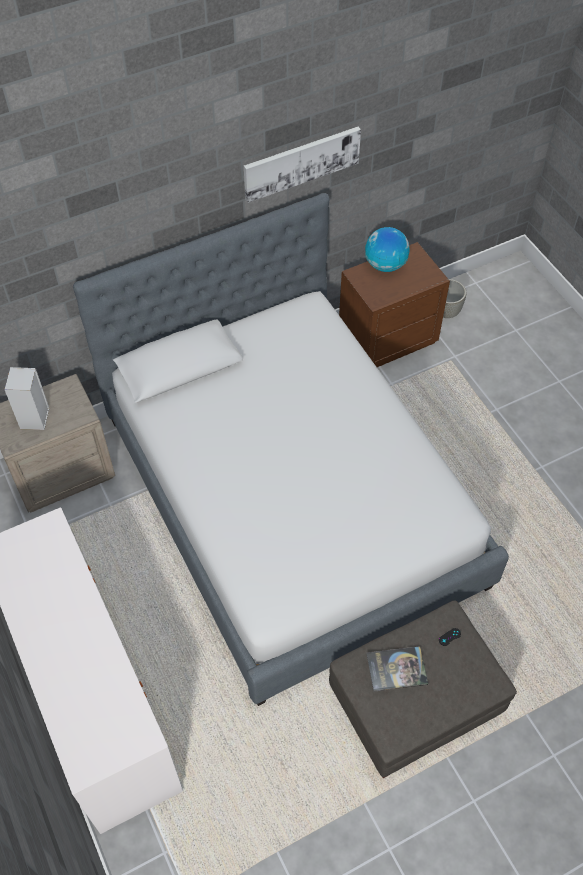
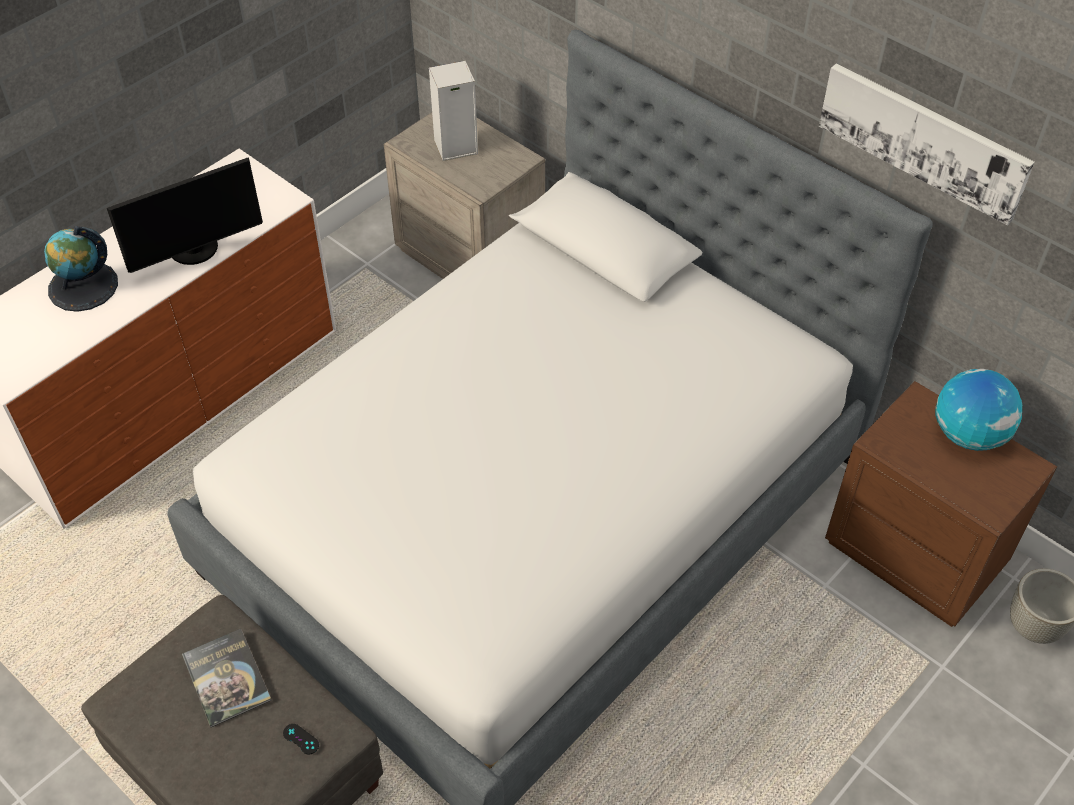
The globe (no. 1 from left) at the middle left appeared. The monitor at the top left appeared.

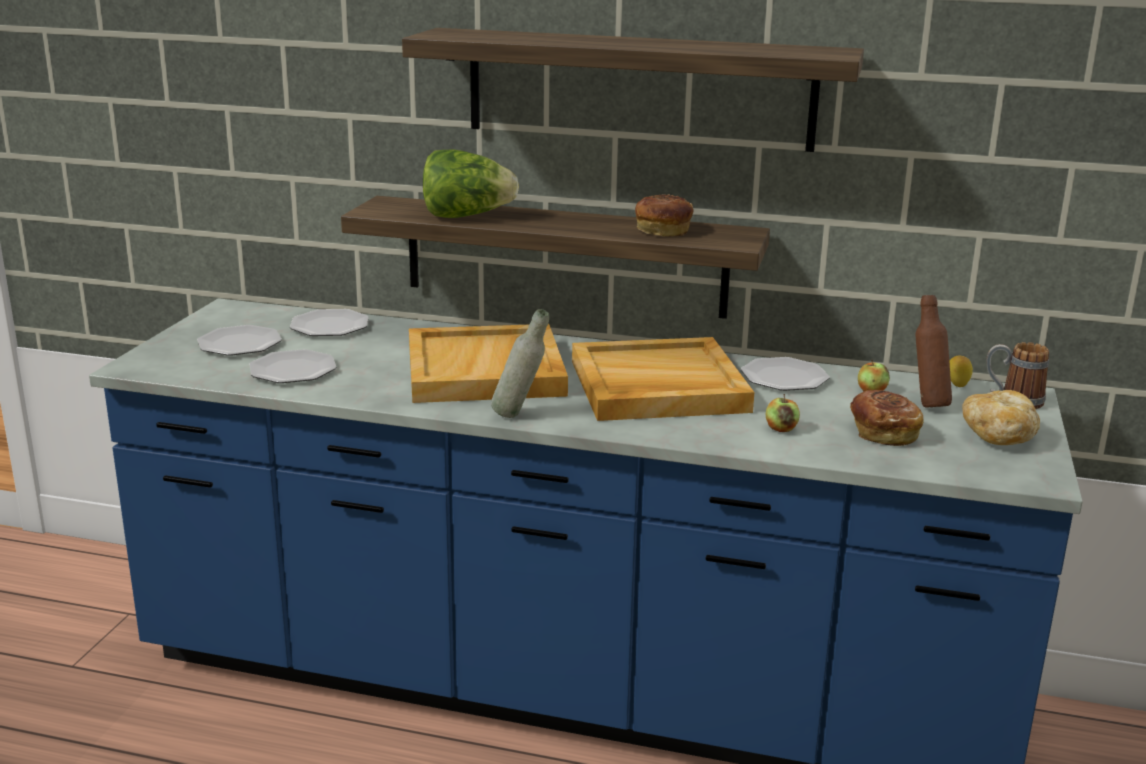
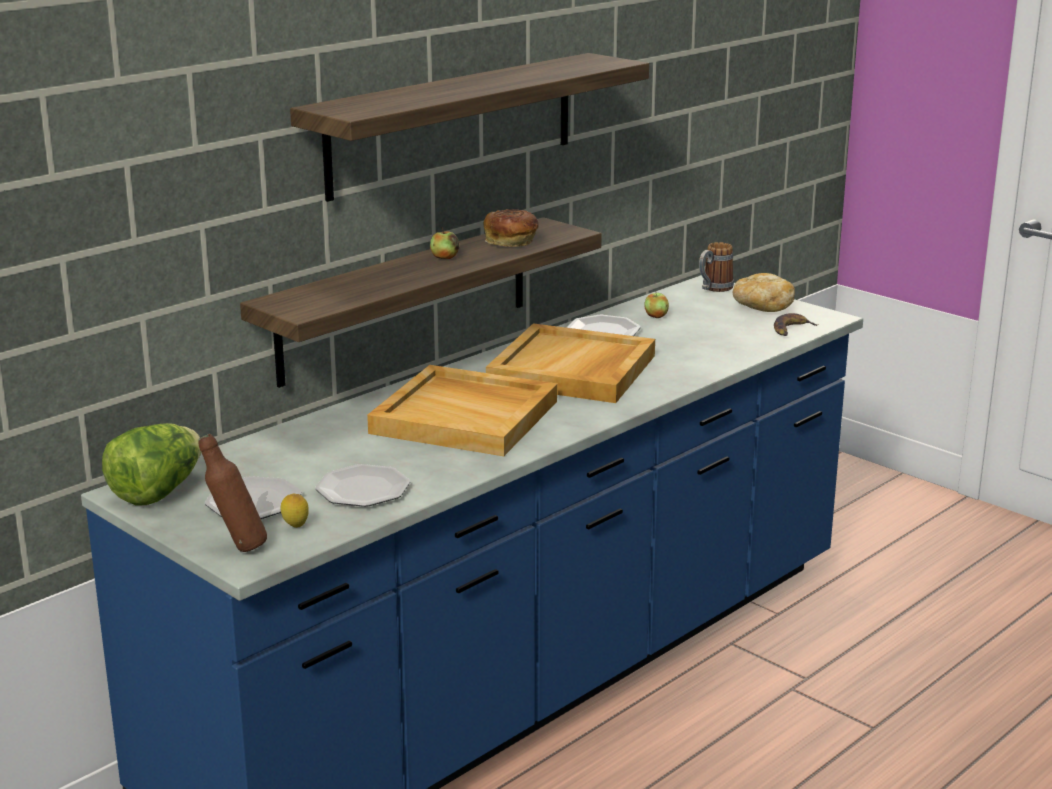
The lettuce moved from the top centre to the middle left. The brown_bottle moved from the middle right to the middle left. The lemon moved from the middle right to the middle left. The apple (no. 1 from left) moved from the middle right to the top centre. The banana at the middle right appeared. The plate (no. 3 from left) at the middle left disappeared. The grey_bottle at the centre disappeared. The bread (no. 2 from left) at the middle right disappeared.

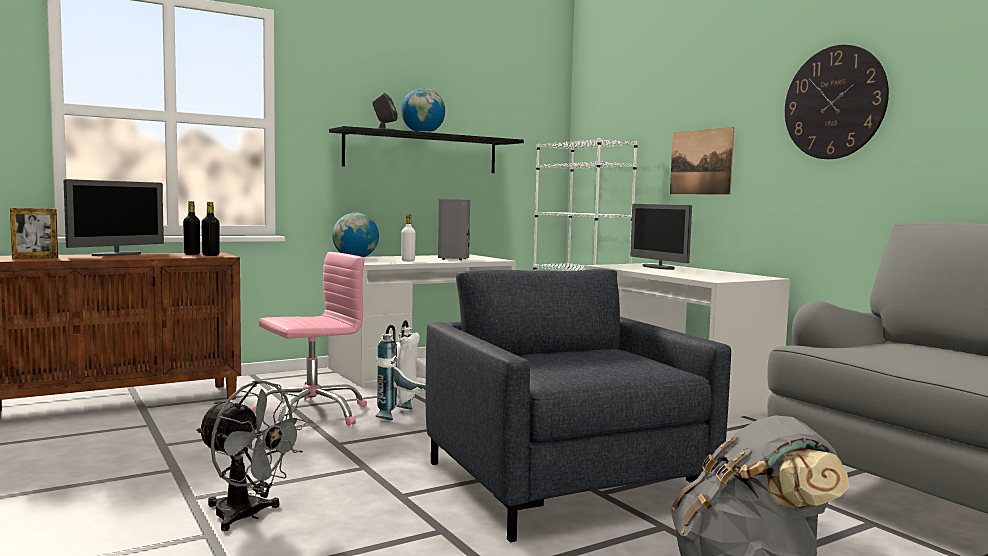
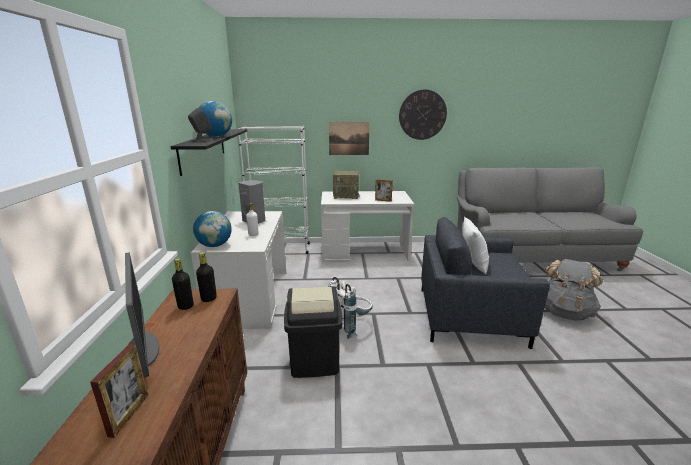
The pink_office_chair at the middle left was replaced by the black_trash_can at the bottom centre. The monitor (no. 2 from left) at the middle right was replaced by the radio at the centre. The picture_frame (no. 2 from left) at the centre appeared. The white_pillow at the middle right appeared. The grey_fan at the bottom left disappeared.

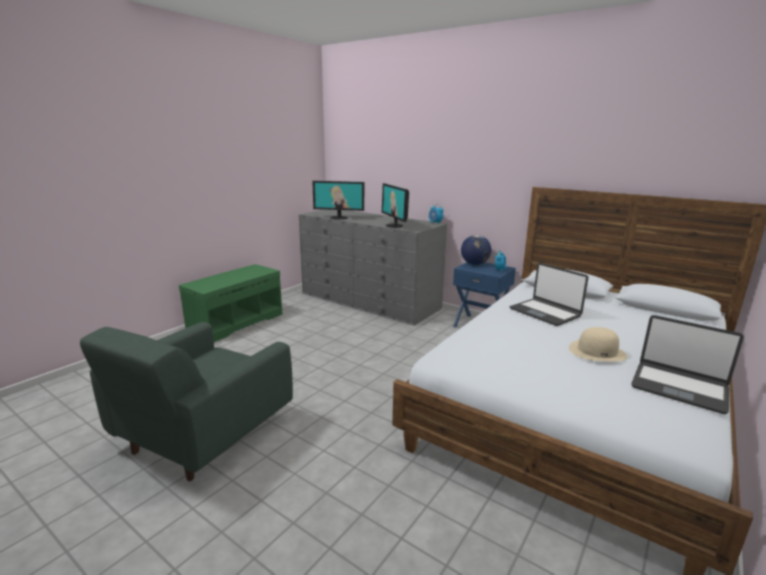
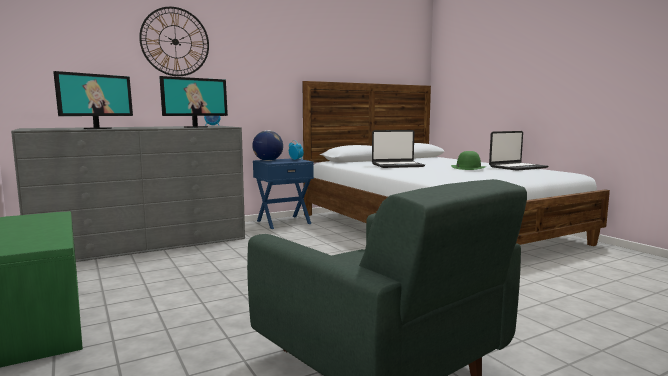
The wall_clock at the top left appeared. The monitor (no. 2 from left) at the centre turned 45 degrees counterclockwise. The beige_hat at the middle right became the green_hat at the middle right.

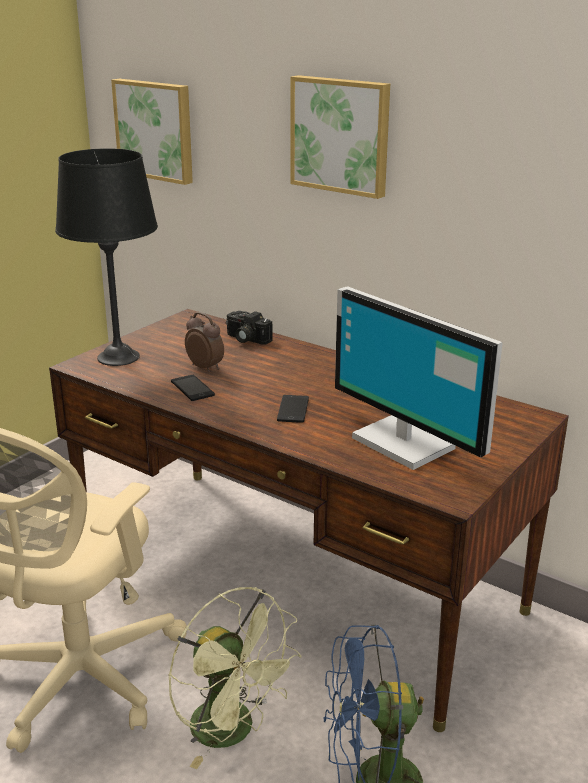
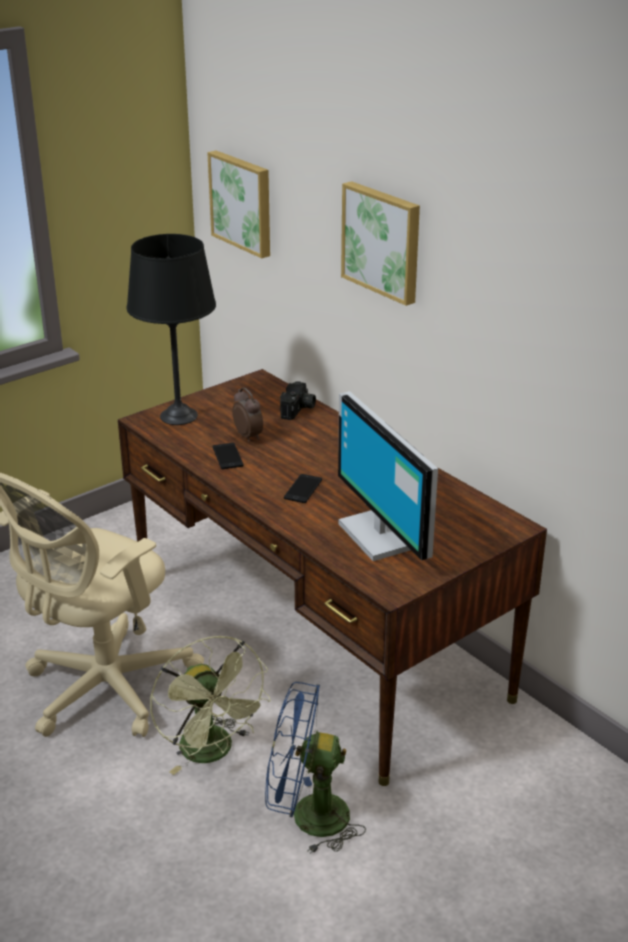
The photo_camera at the centre turned 120 degrees counterclockwise.

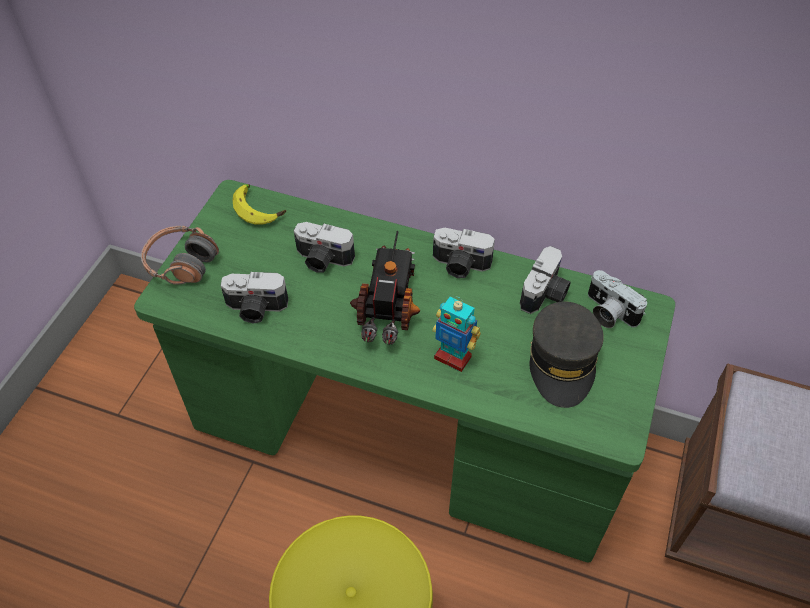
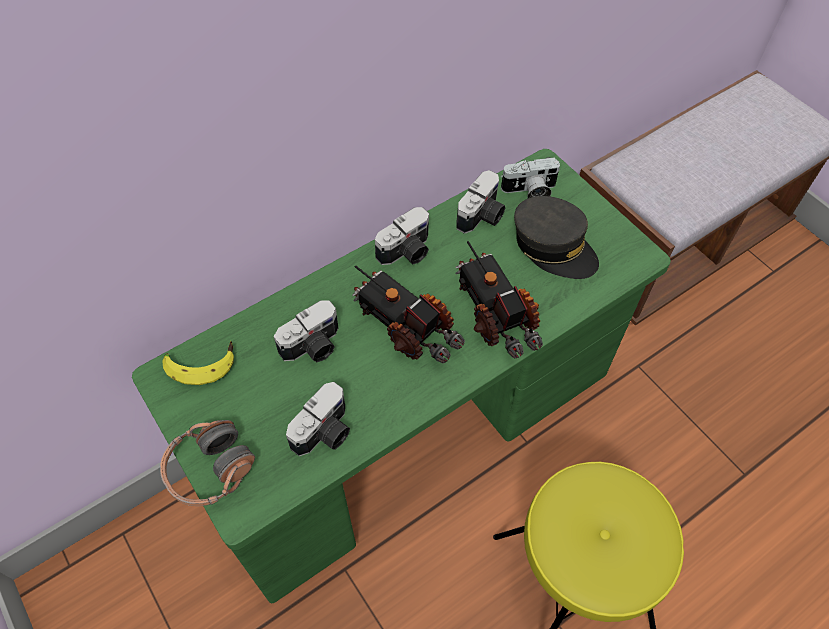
The toy_robot at the centre was replaced by the toy_truck (no. 2 from left) at the centre. The photo_camera (no. 4 from left) at the middle right turned 60 degrees clockwise.

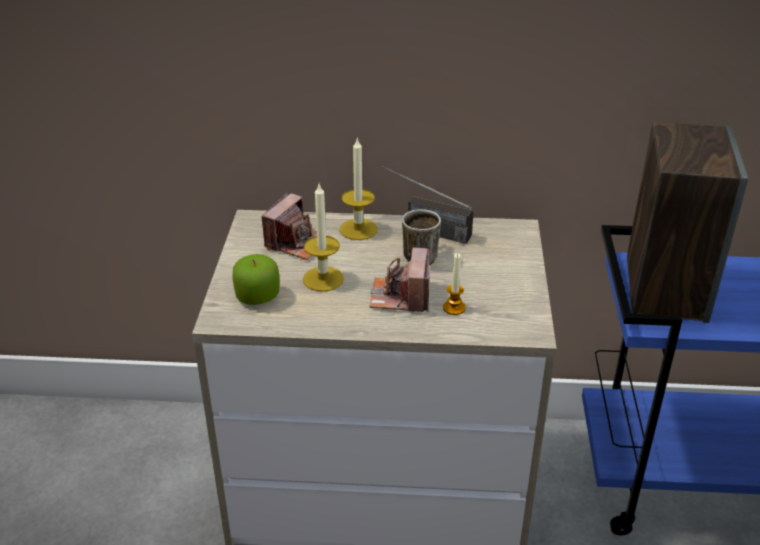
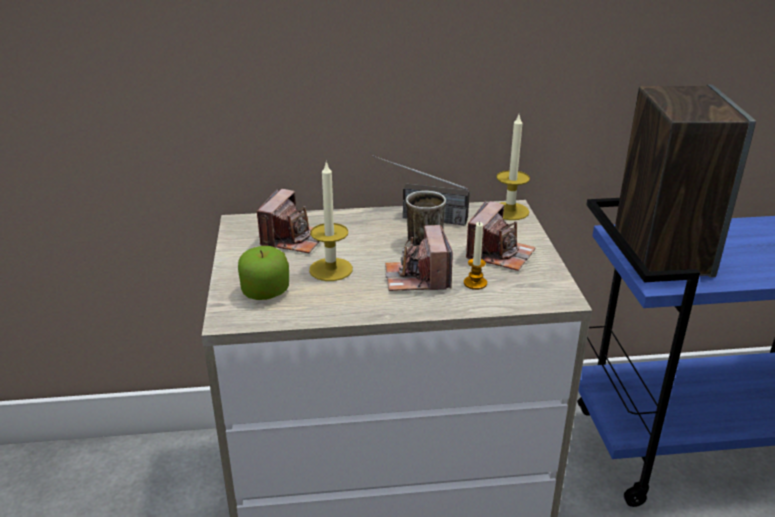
The photo_camera (no. 3 from left) at the centre appeared. The candle (no. 2 from left in the first image) moved from the centre to the top centre.

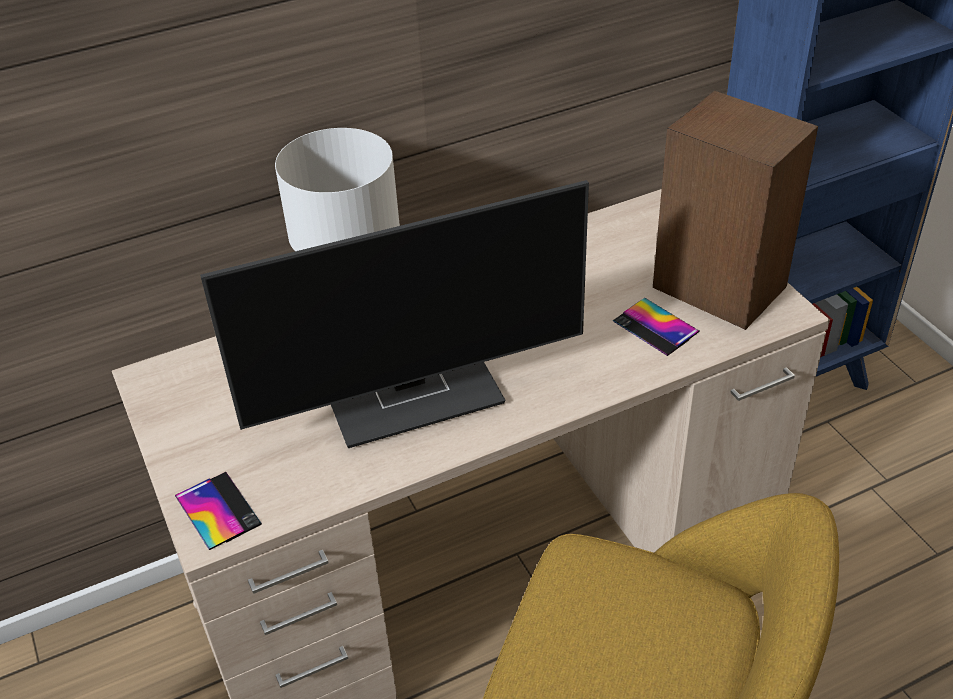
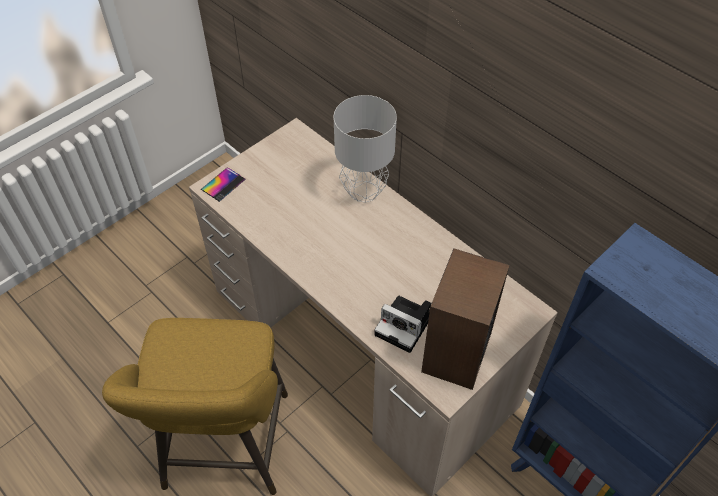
The phone (no. 2 from left) at the middle right was replaced by the photo_camera at the centre. The monitor at the centre disappeared.

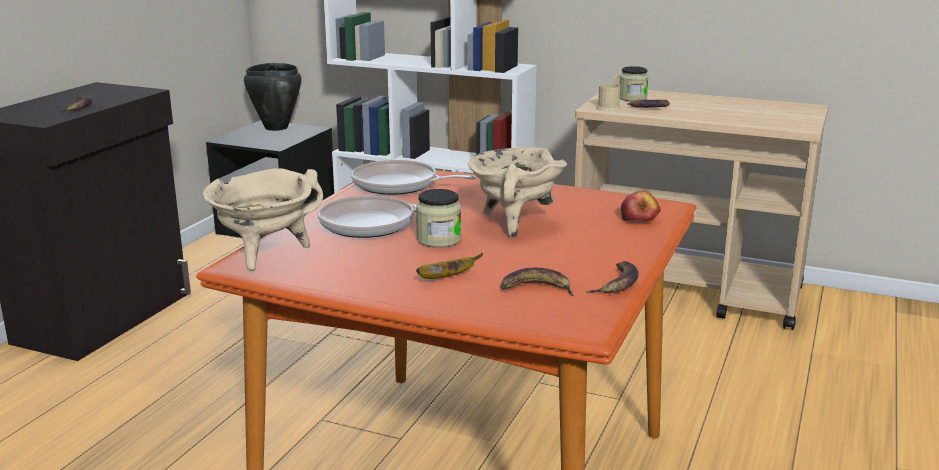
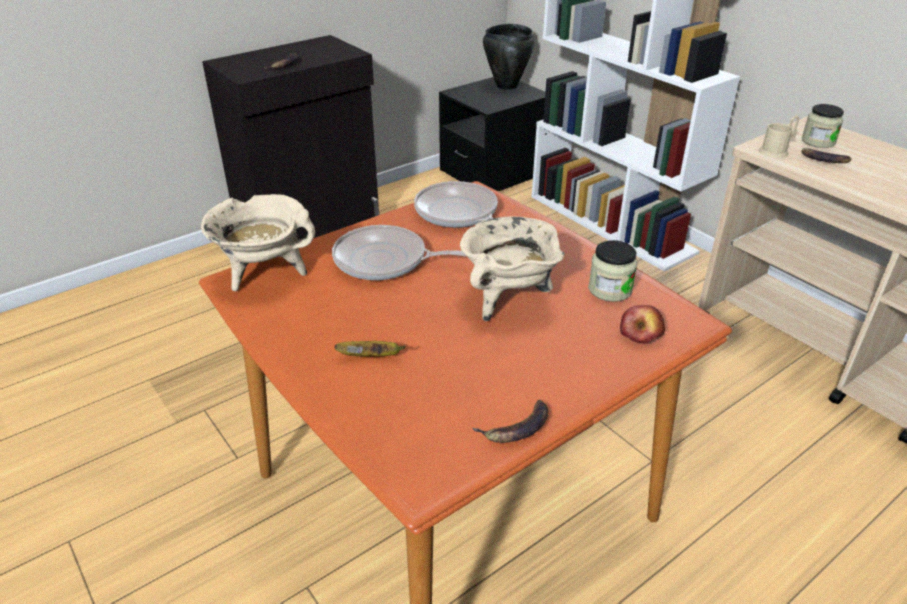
The jar (no. 1 from left) moved from the centre to the middle right. The banana (no. 3 from left) at the centre disappeared.

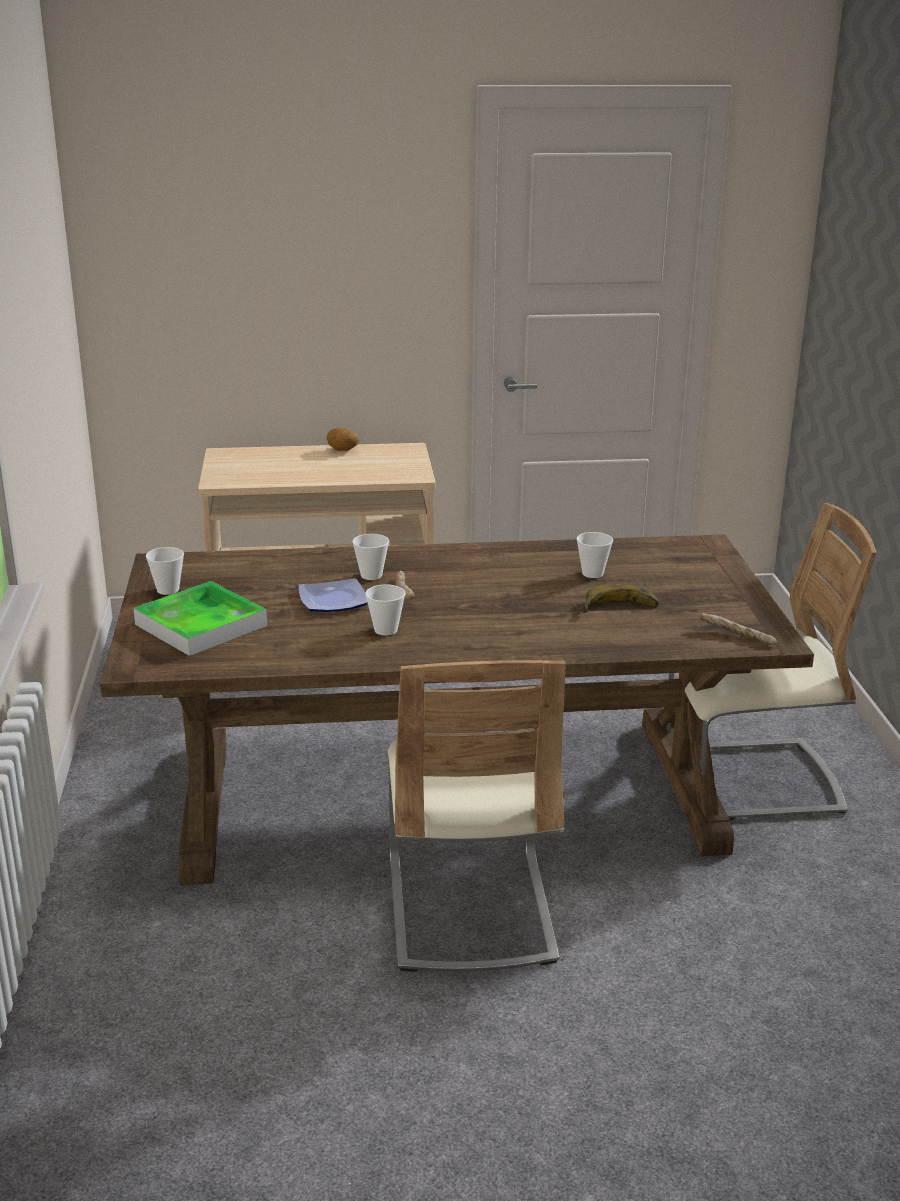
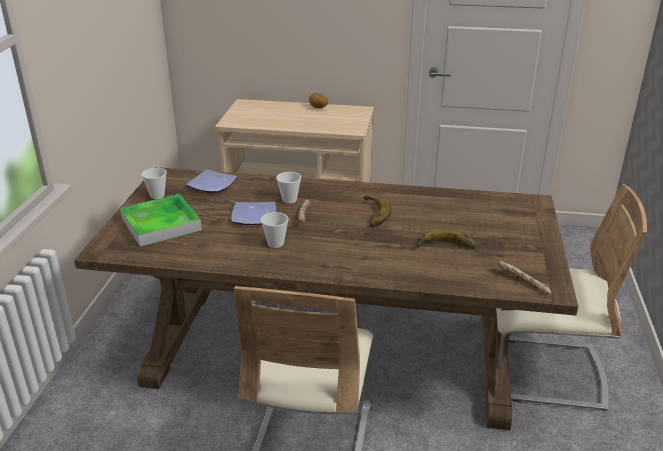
The plate (no. 1 from left) at the middle left appeared. The banana (no. 1 from left) at the centre appeared. The cup (no. 4 from left) at the centre disappeared.

